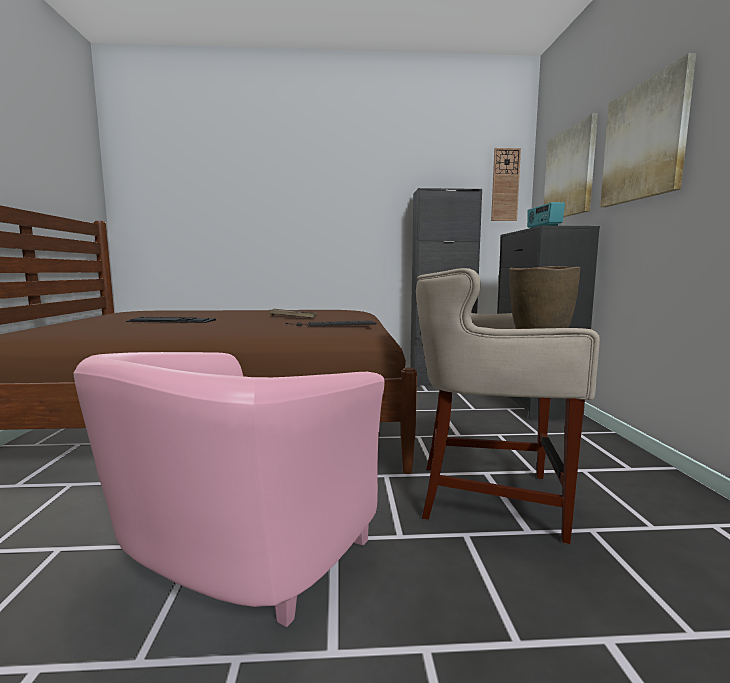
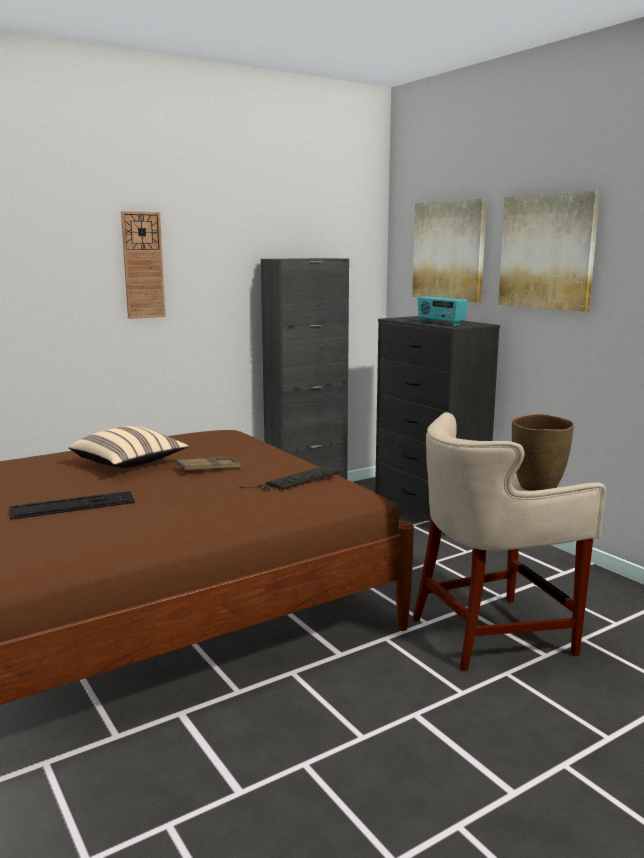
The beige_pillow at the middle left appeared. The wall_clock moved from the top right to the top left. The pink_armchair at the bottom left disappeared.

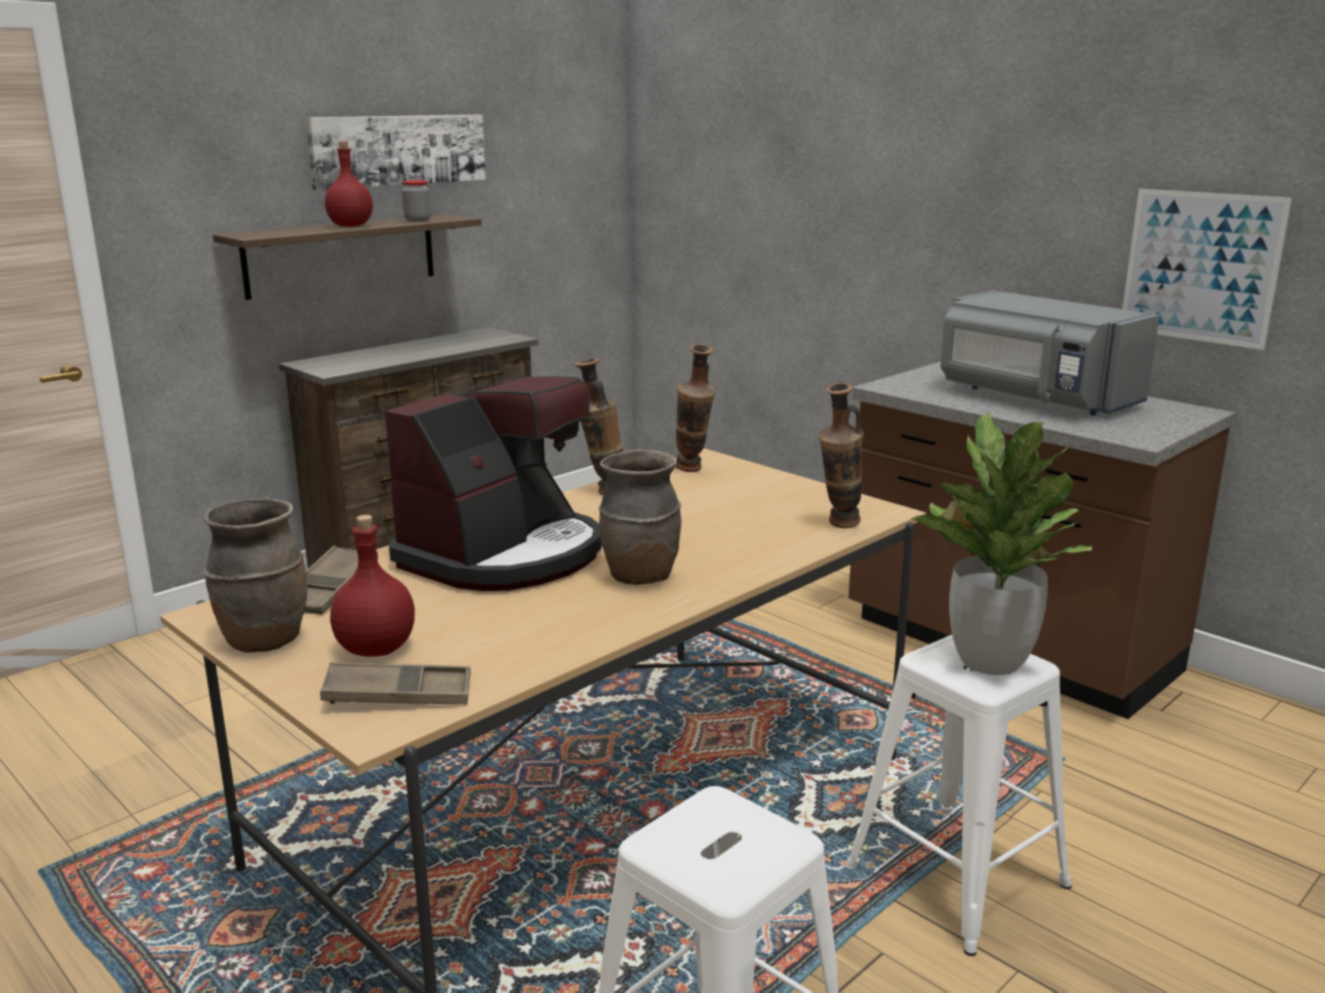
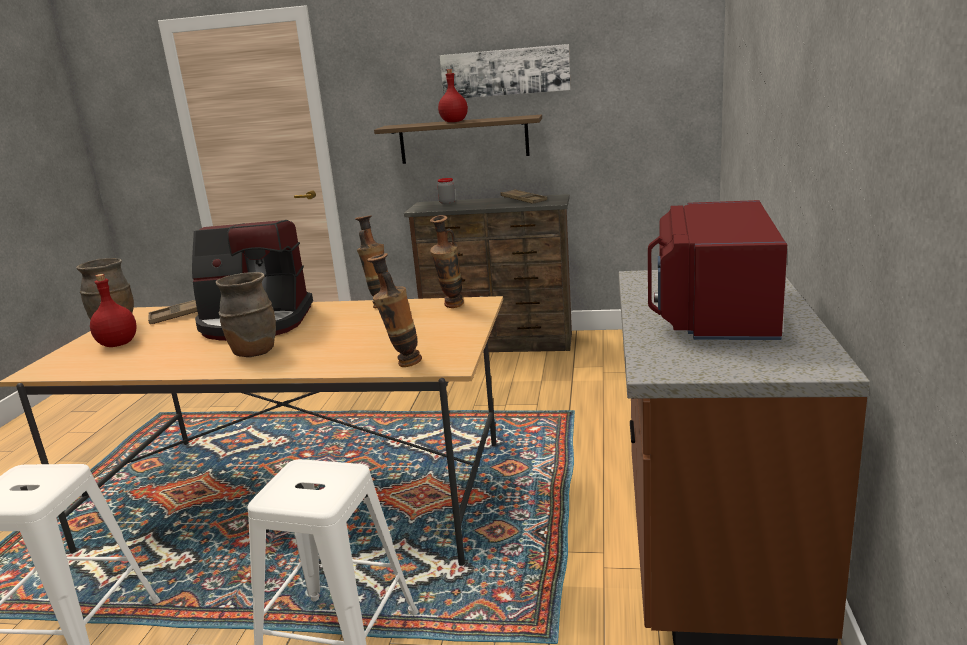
The jar moved from the top left to the top centre. The brown_tray (no. 2 from left) moved from the bottom left to the top centre. The grey_microwave at the middle right became the red_microwave at the middle right. The potted_plant at the middle right disappeared. The picture (no. 2 from left) at the top right disappeared.

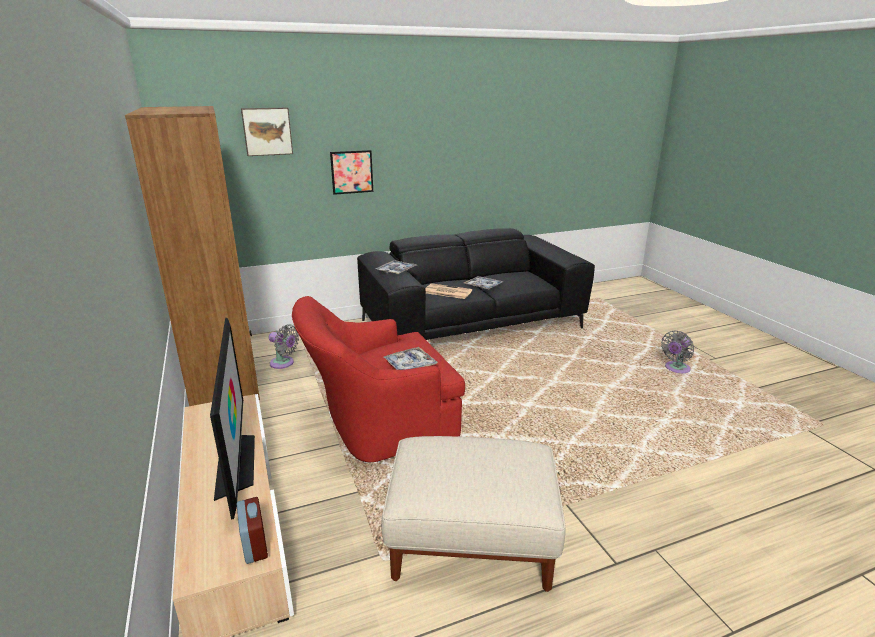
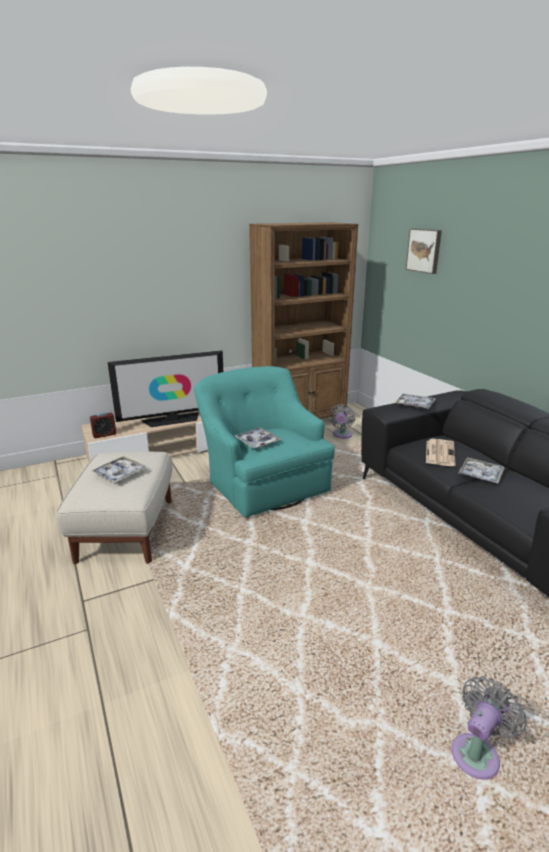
The tray (no. 1 from left) at the middle left appeared. The red_armchair at the centre became the turquoise_armchair at the centre. The grey_fan (no. 2 from left) at the middle right turned 90 degrees clockwise. The picture (no. 2 from left) at the top centre disappeared.

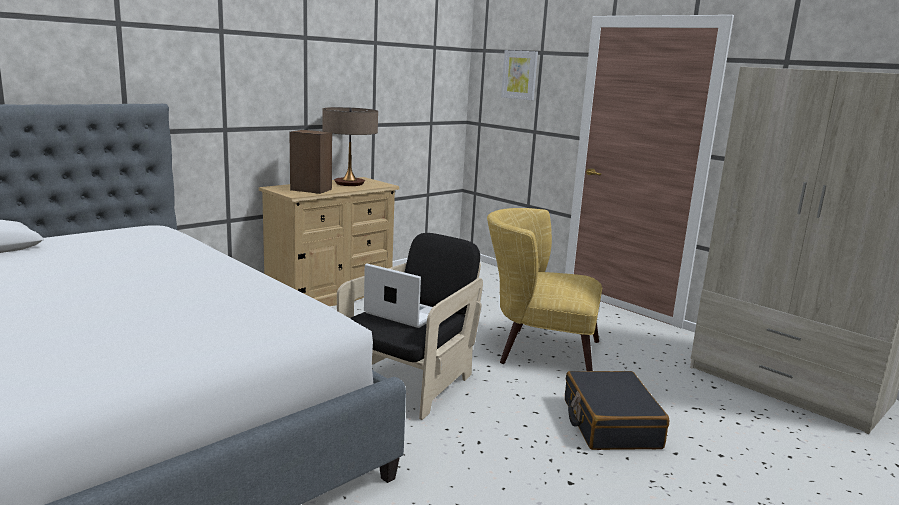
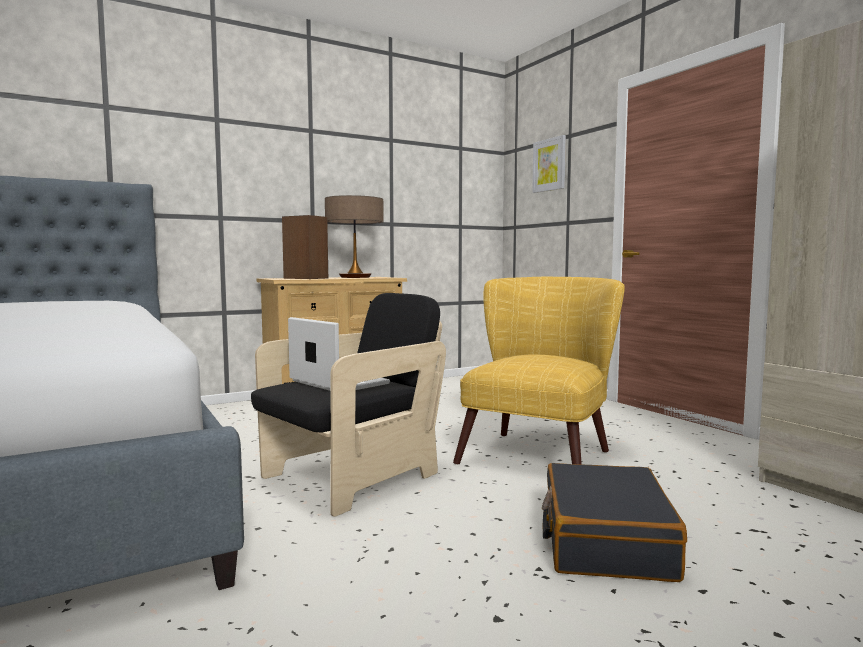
The yellow_armchair at the centre turned 90 degrees clockwise.

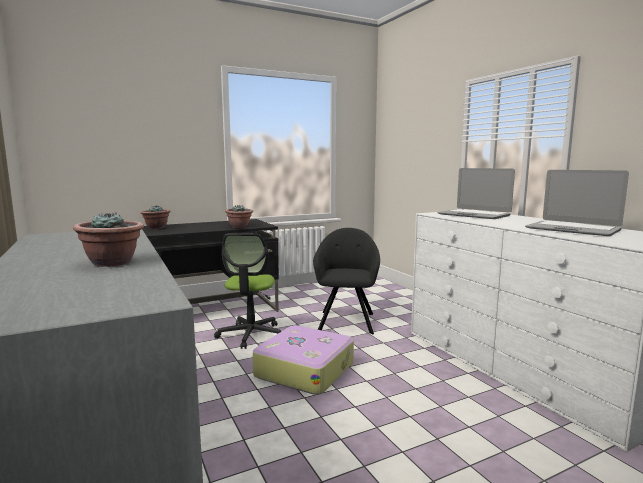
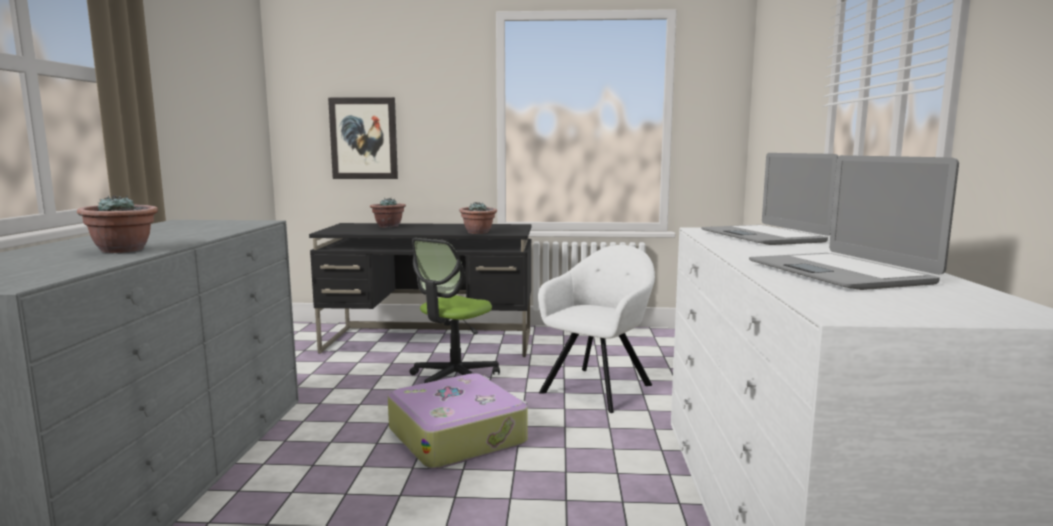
The picture at the top centre appeared. The black_armchair at the centre became the white_armchair at the centre.

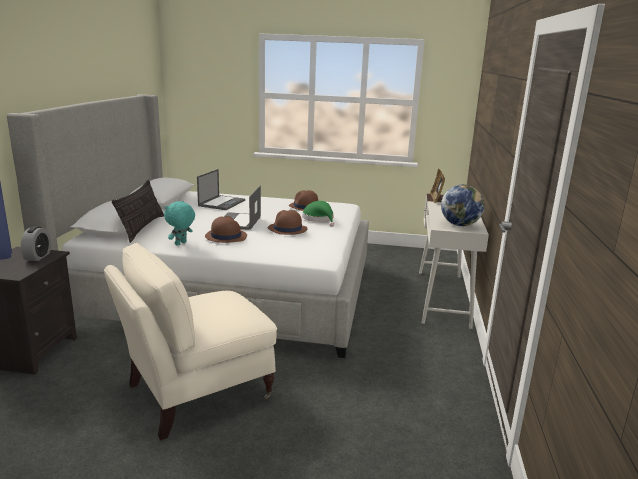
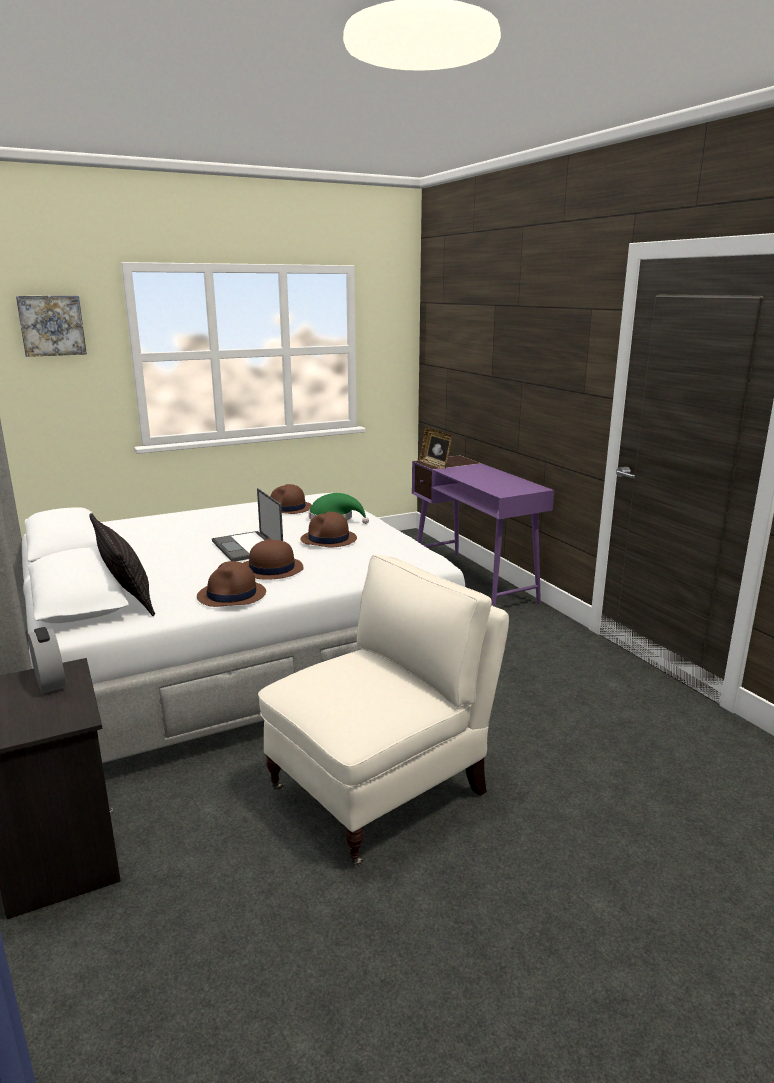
The picture at the top left appeared. The turquoise_plush_toy at the middle left was replaced by the brown_hat (no. 1 from left) at the middle left. The beige_armchair at the bottom left turned 150 degrees counterclockwise. The white_desk at the middle right became the purple_desk at the centre. The laptop (no. 1 from left) at the centre disappeared. The globe at the middle right disappeared.

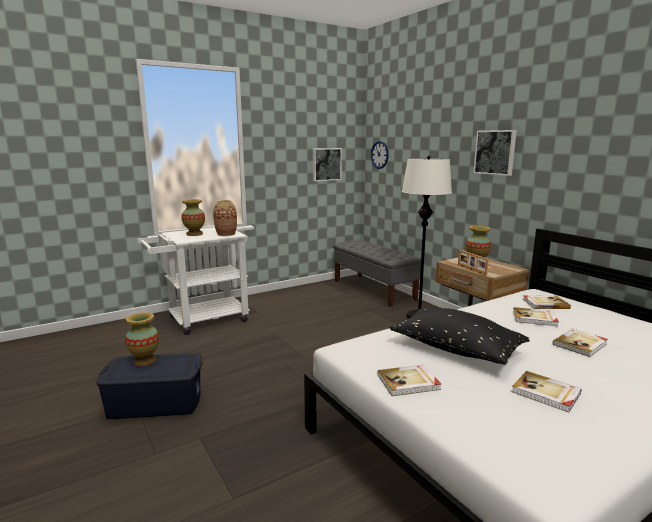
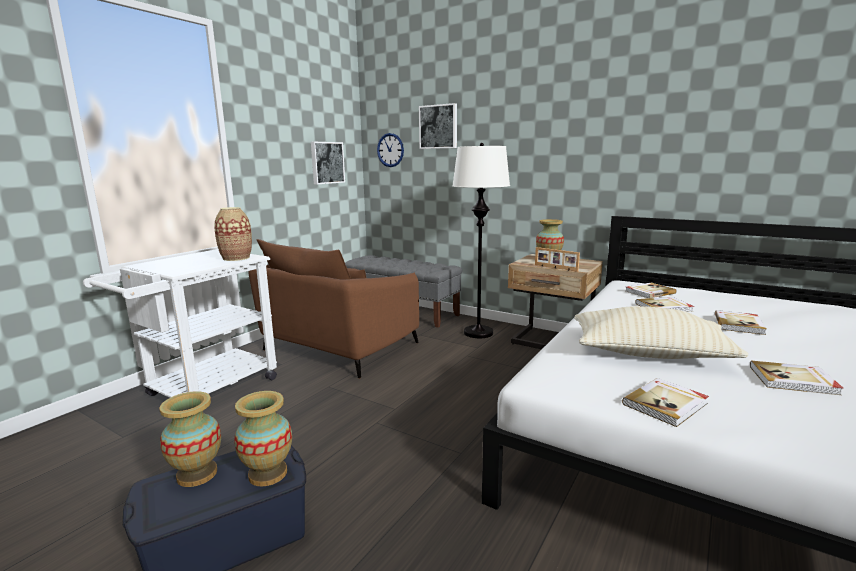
The vase (no. 2 from left in the first image) moved from the middle left to the bottom left. The brown_armchair at the centre appeared. The picture (no. 2 from left) moved from the top right to the top centre. The black_pillow at the middle right became the beige_pillow at the middle right.

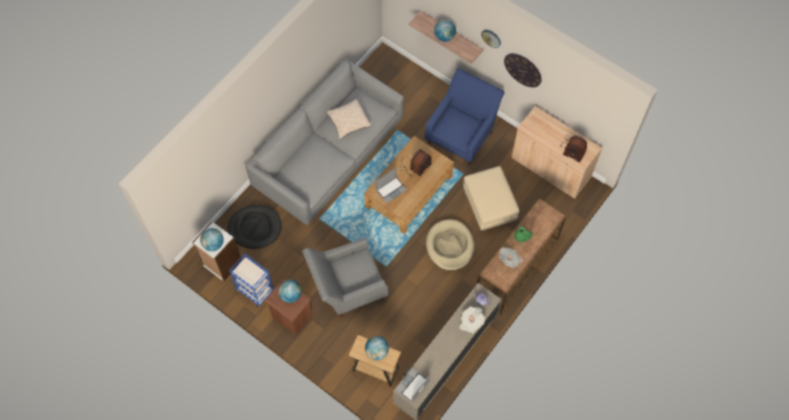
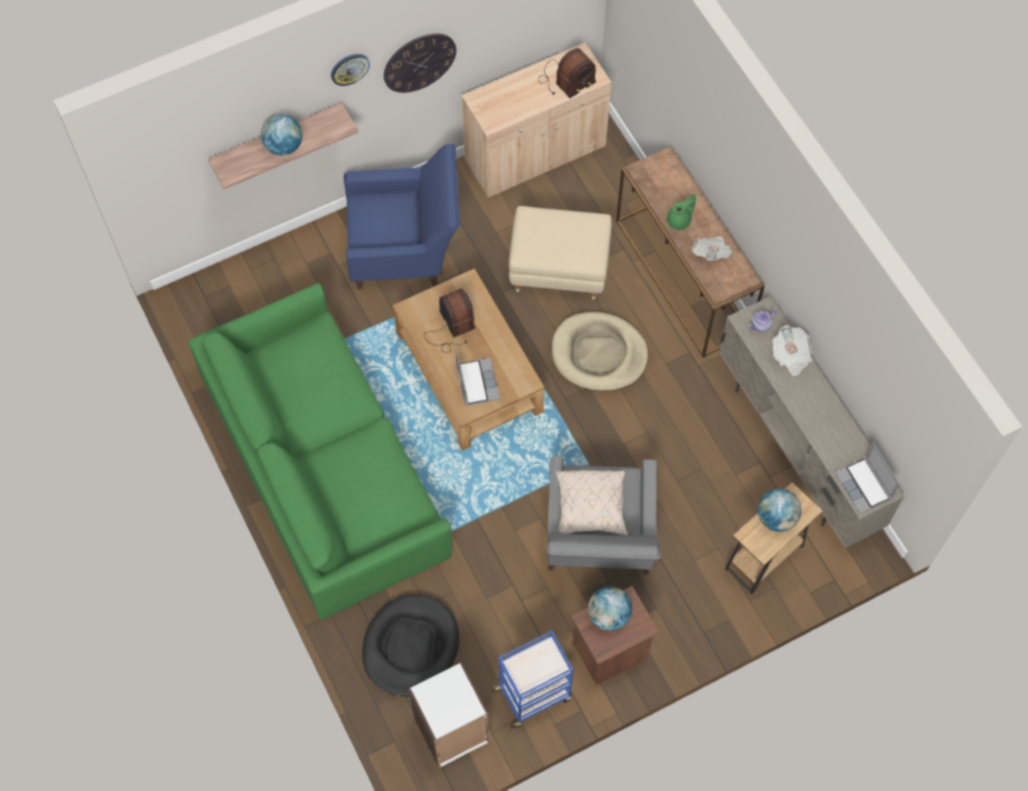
The grey_sofa at the centre became the green_sofa at the middle left. The blue_armchair at the top centre turned 120 degrees clockwise. The beige_pillow moved from the top centre to the centre. The globe (no. 1 from left) at the middle left disappeared.

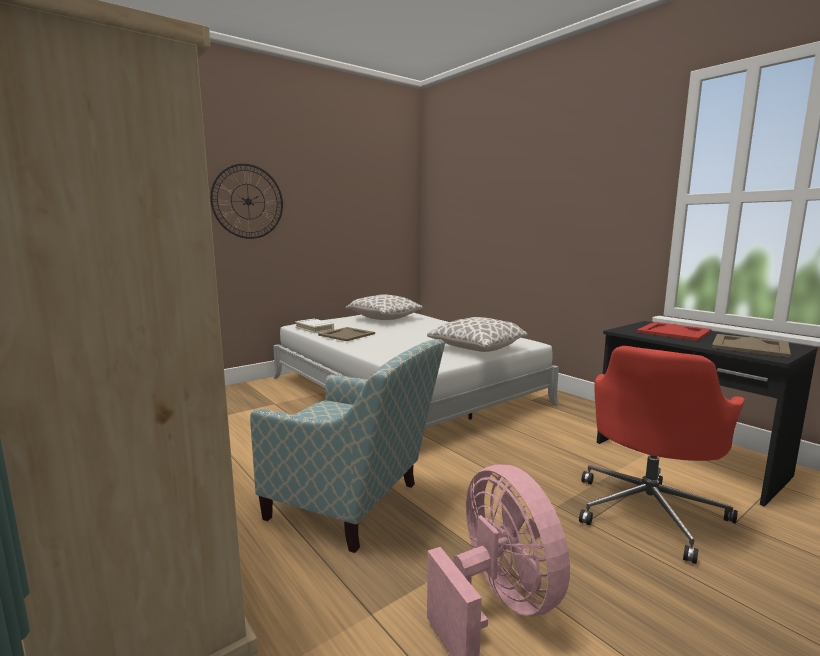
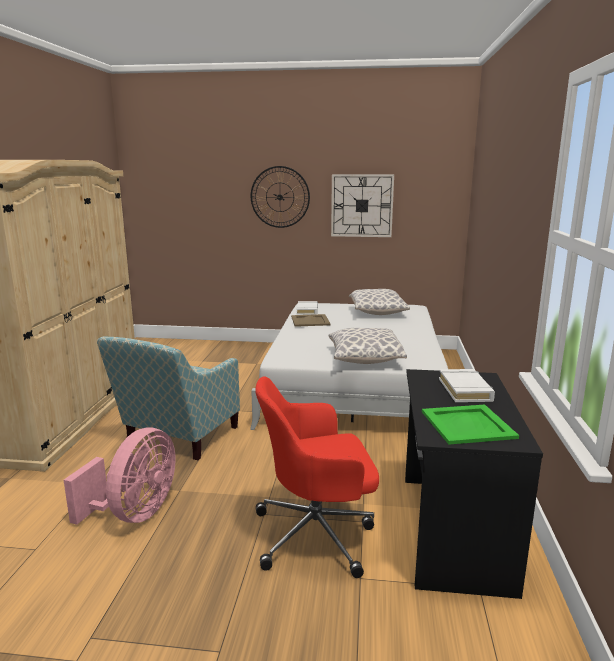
The armchair at the bottom centre turned 45 degrees clockwise. The wall_clock (no. 2 from left) at the top centre appeared. The beige_tray (no. 2 from left) at the middle right became the green_tray at the middle right. The red_tray at the middle right was replaced by the white_book (no. 2 from left) at the middle right.

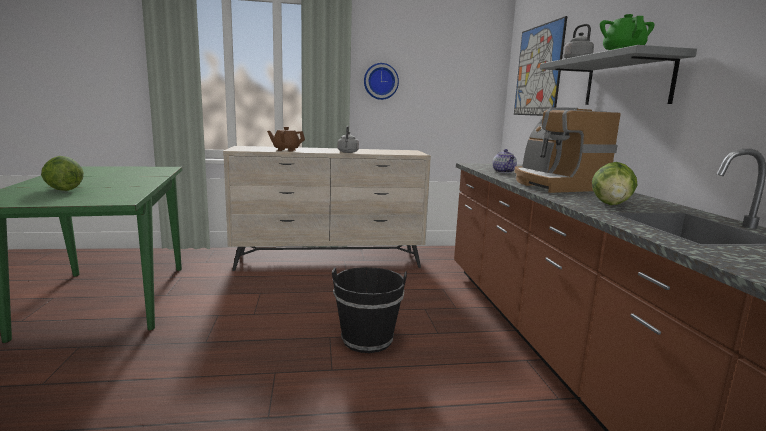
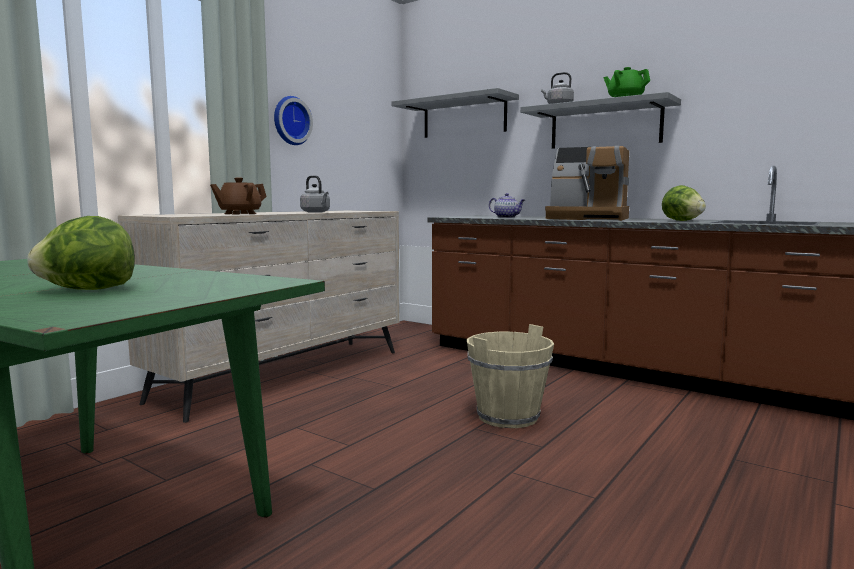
The picture at the top right was replaced by the grey_shelf (no. 1 from left) at the top centre. The black_bucket at the bottom centre became the beige_bucket at the centre.

